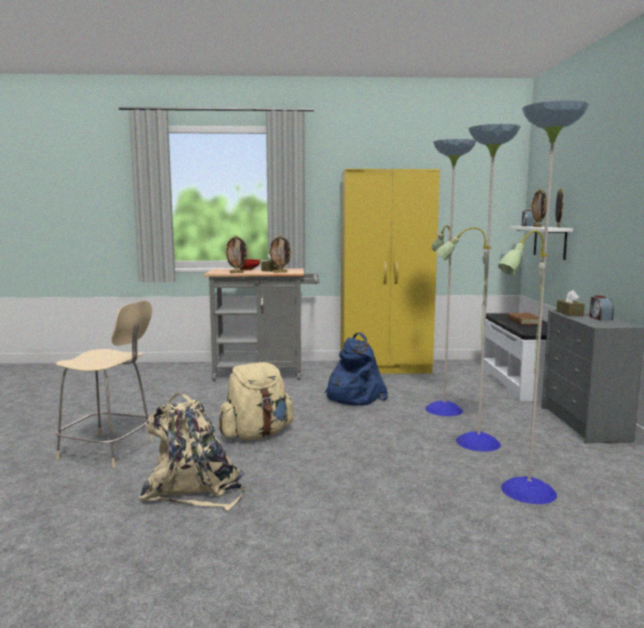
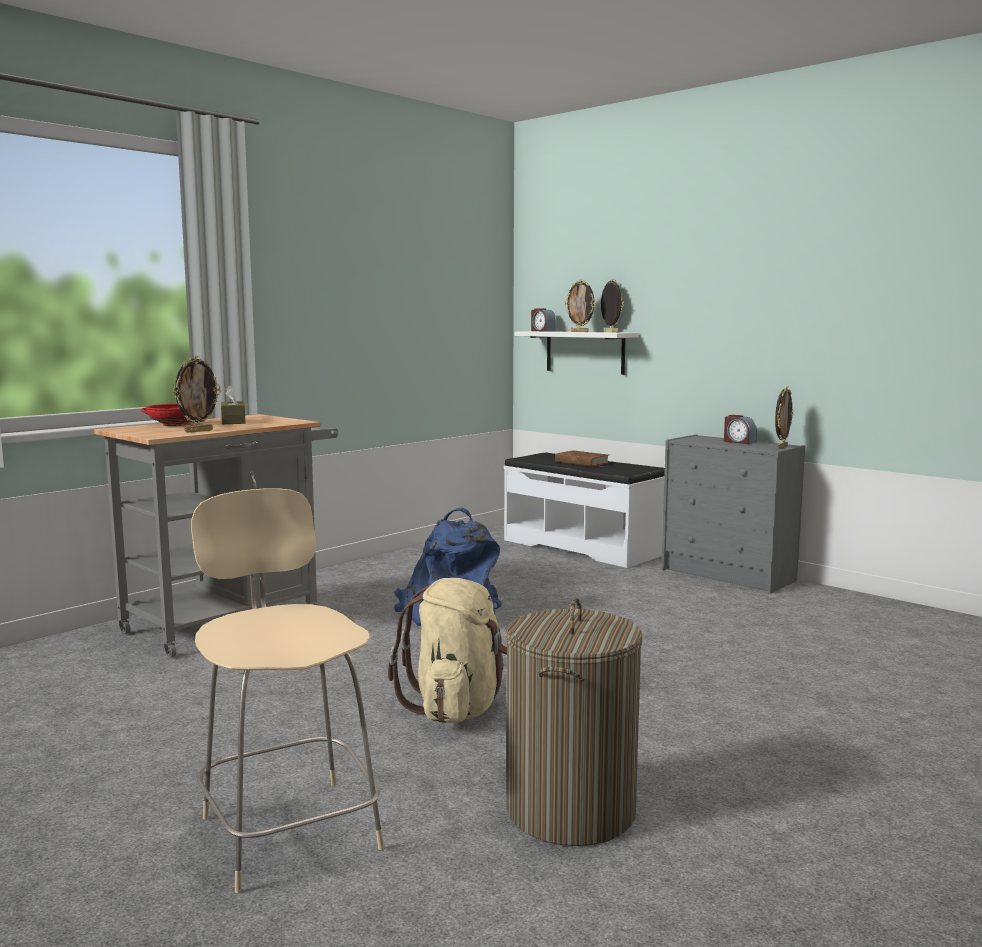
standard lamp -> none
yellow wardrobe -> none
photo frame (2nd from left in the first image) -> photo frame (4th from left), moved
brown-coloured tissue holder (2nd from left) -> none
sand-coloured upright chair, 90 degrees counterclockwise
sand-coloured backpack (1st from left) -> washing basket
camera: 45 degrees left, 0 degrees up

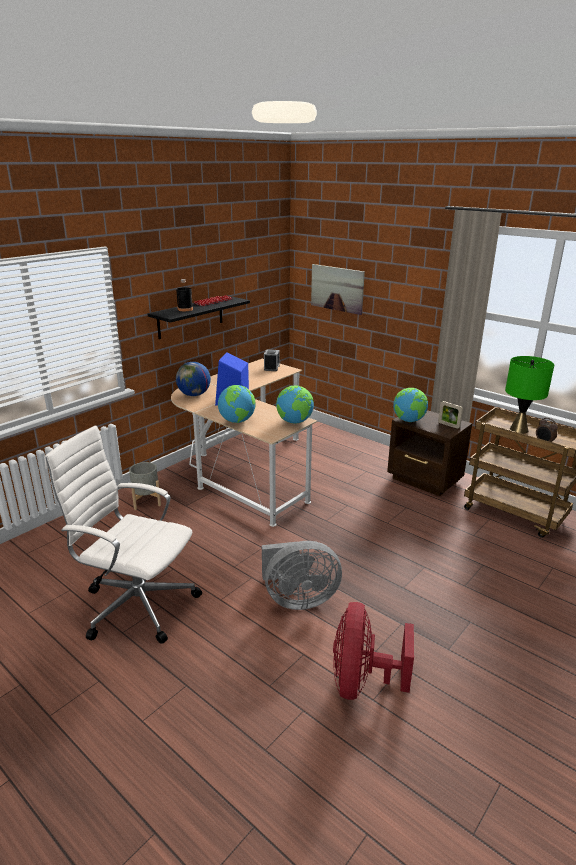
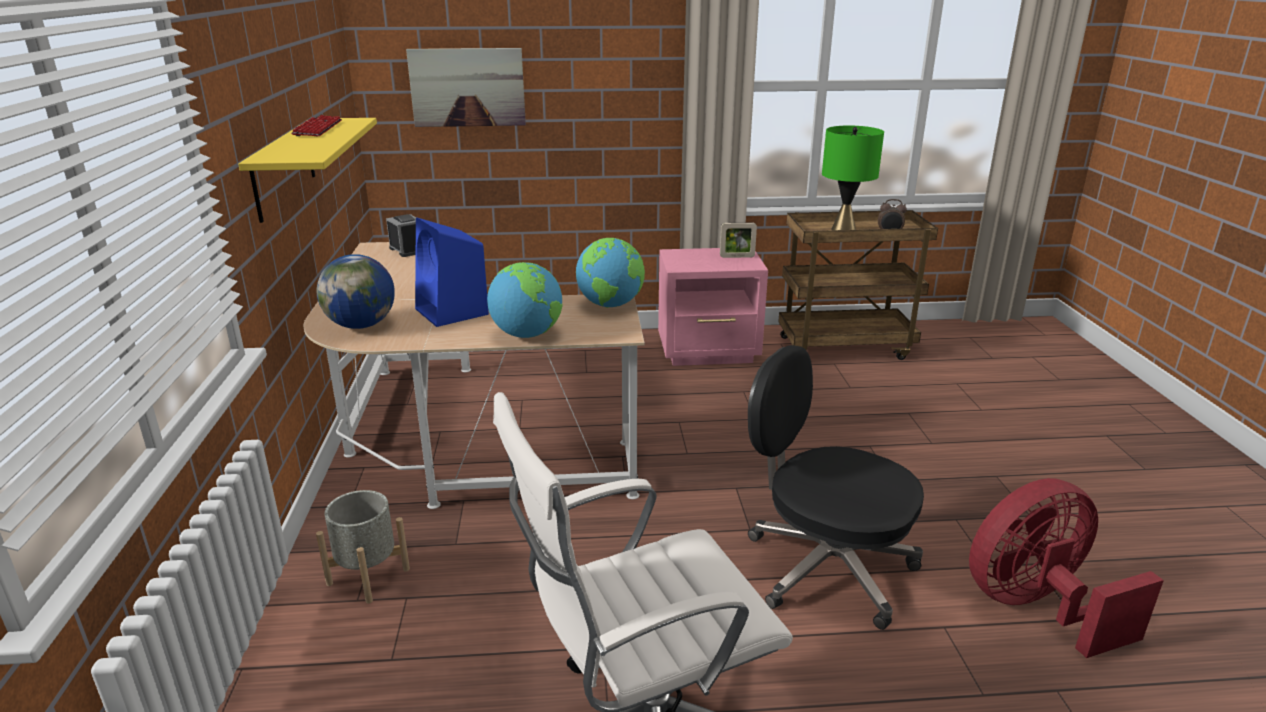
blackish beverage bottle -> none
blackish wall shelf -> yellow wall shelf
globe (4th from left) -> none
brown-coloured night table -> pink night table
greyish cooling fan -> blackish computer chair
red cooling fan, 105 degrees clockwise
camera: 45 degrees left, 0 degrees up

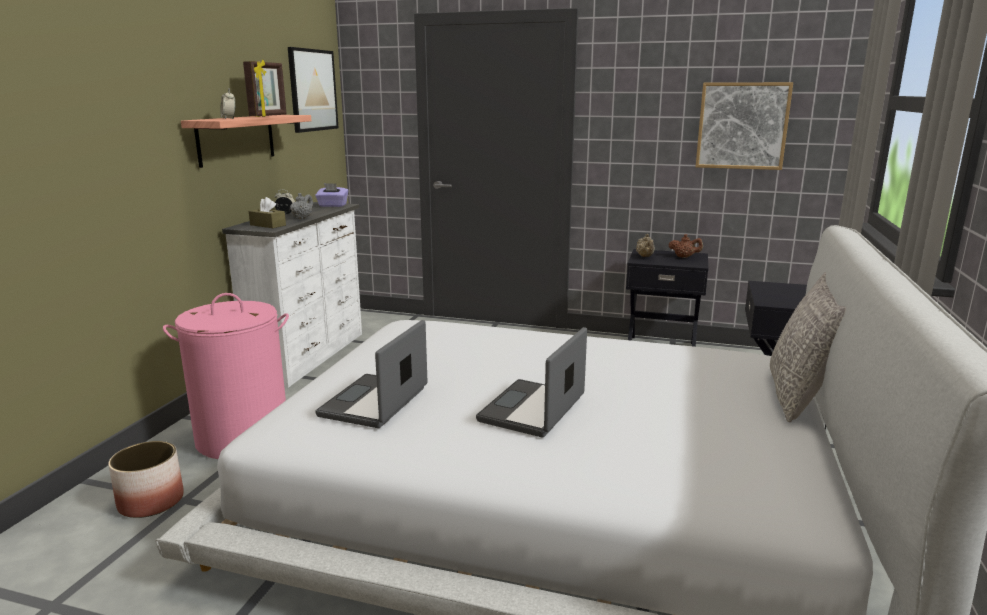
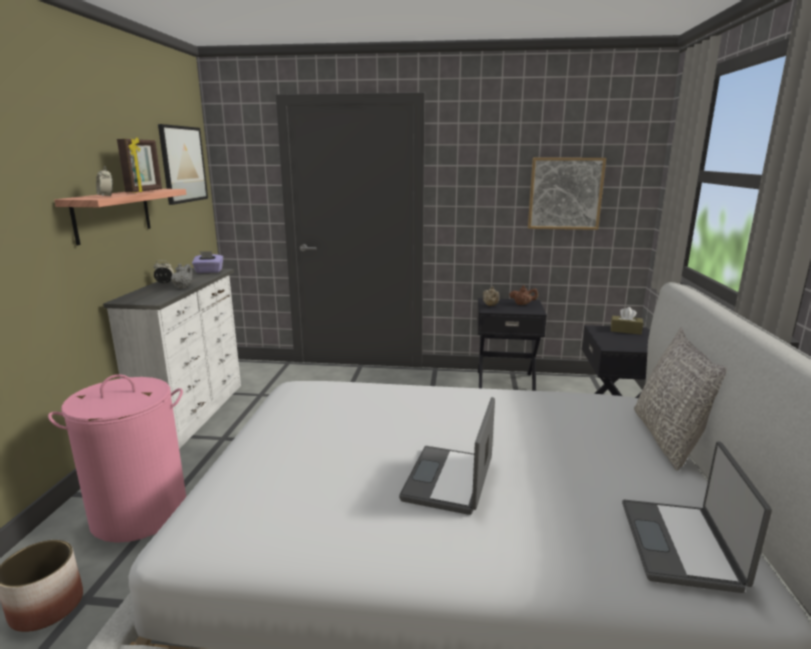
brown-coloured tissue holder, moved
laptop (1st from left in the first image) -> laptop (2nd from left), moved
camera: 10 degrees left, 0 degrees up

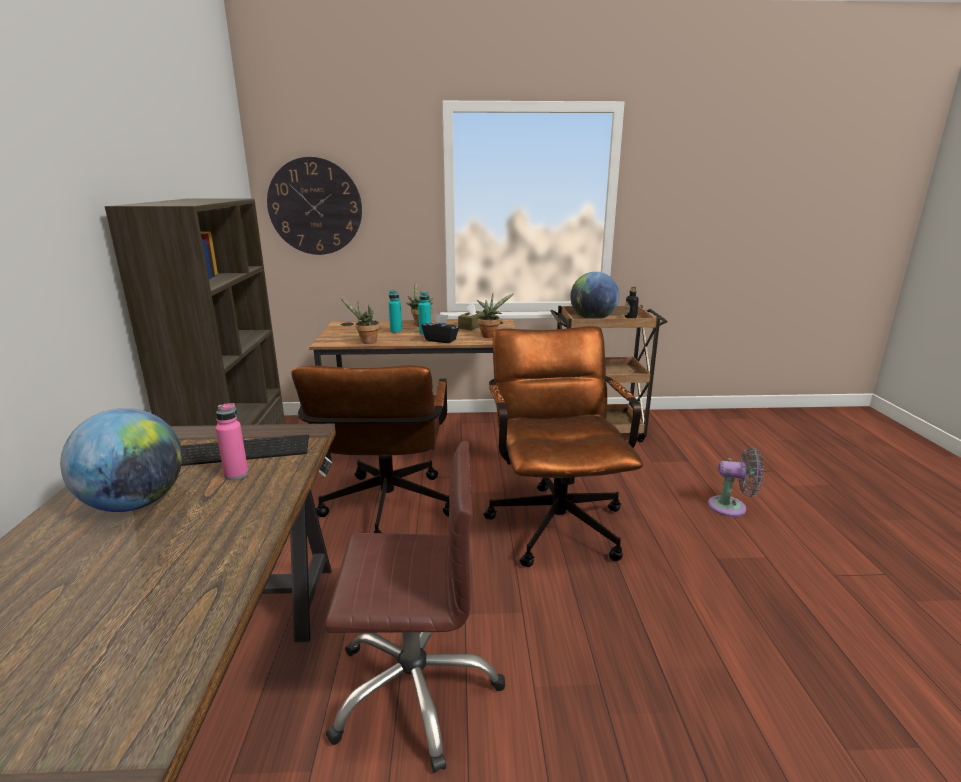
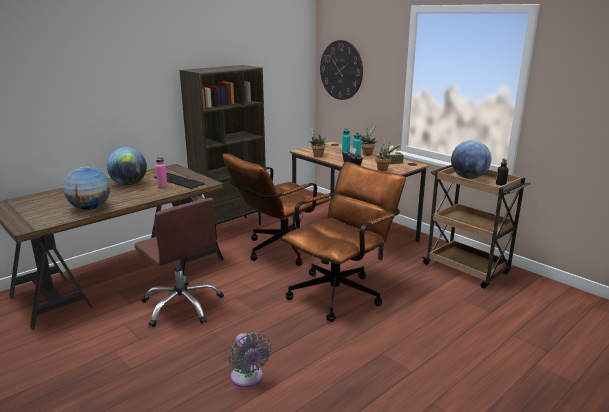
greyish cooling fan, moved
none -> globe (1st from left)
camera: 50 degrees right, 0 degrees up

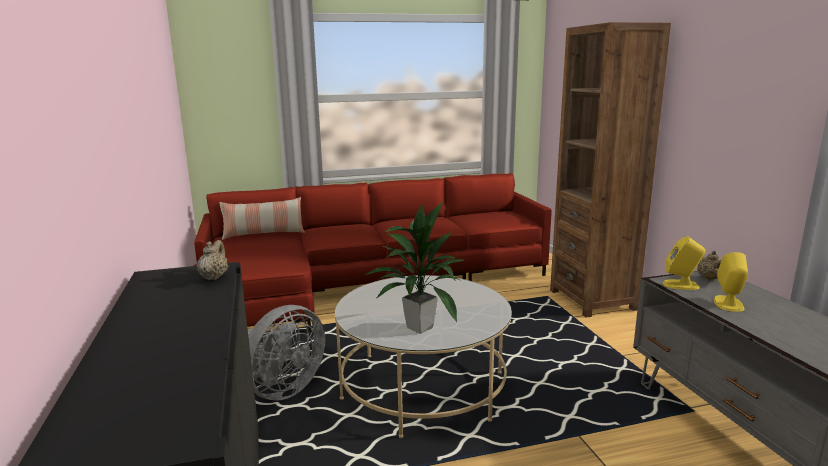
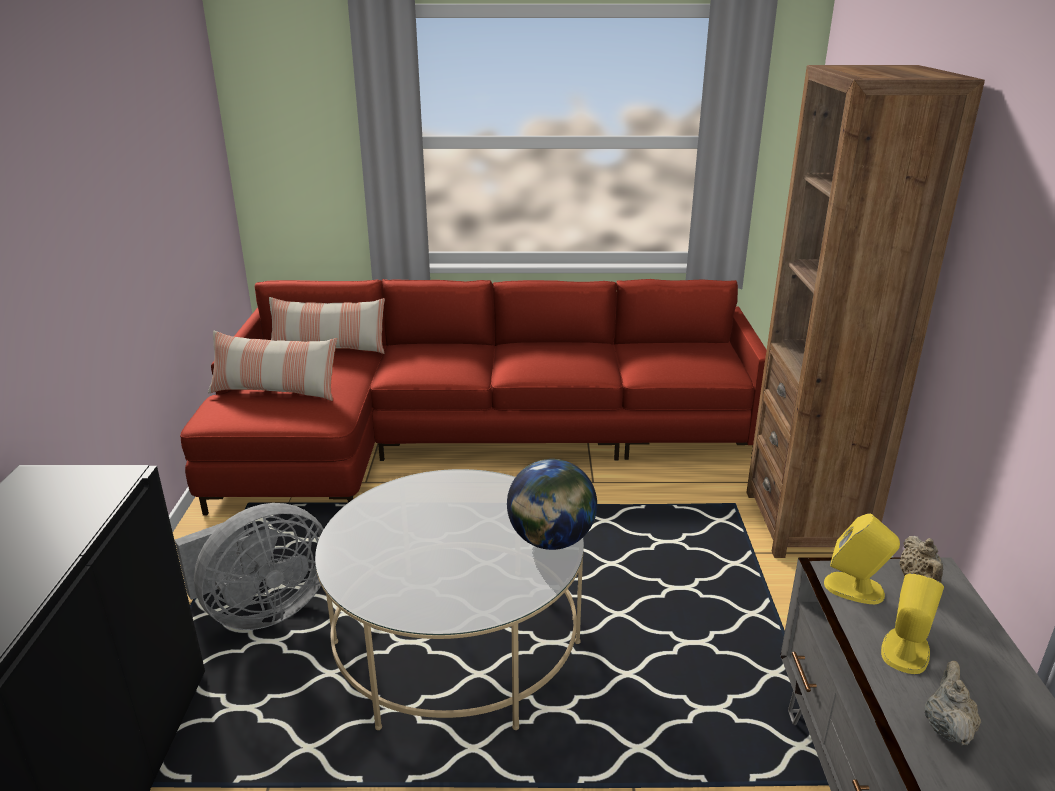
houseplant -> none
sand-coloured teapot (1st from left in the first image) -> sand-coloured teapot (2nd from left), moved
none -> cushion (1st from left)
none -> globe
camera: 15 degrees right, 10 degrees up

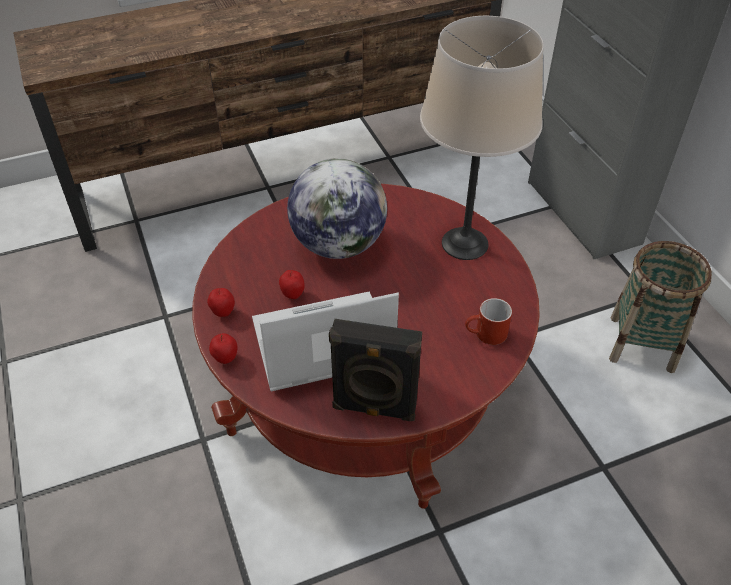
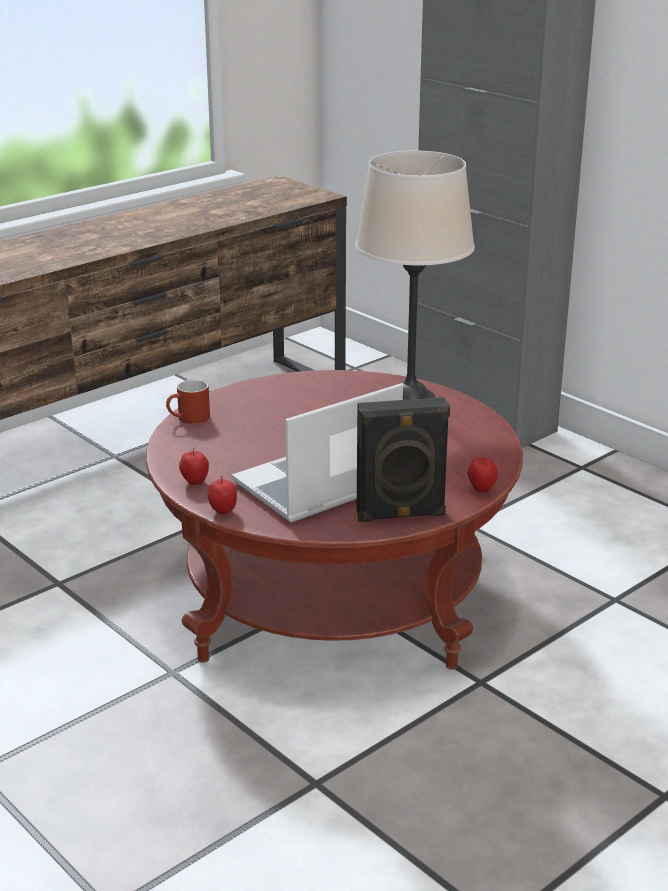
globe -> none
household basket -> none
whole apple (3rd from left), moved
red coffee mug, moved
camera: 20 degrees left, 20 degrees down

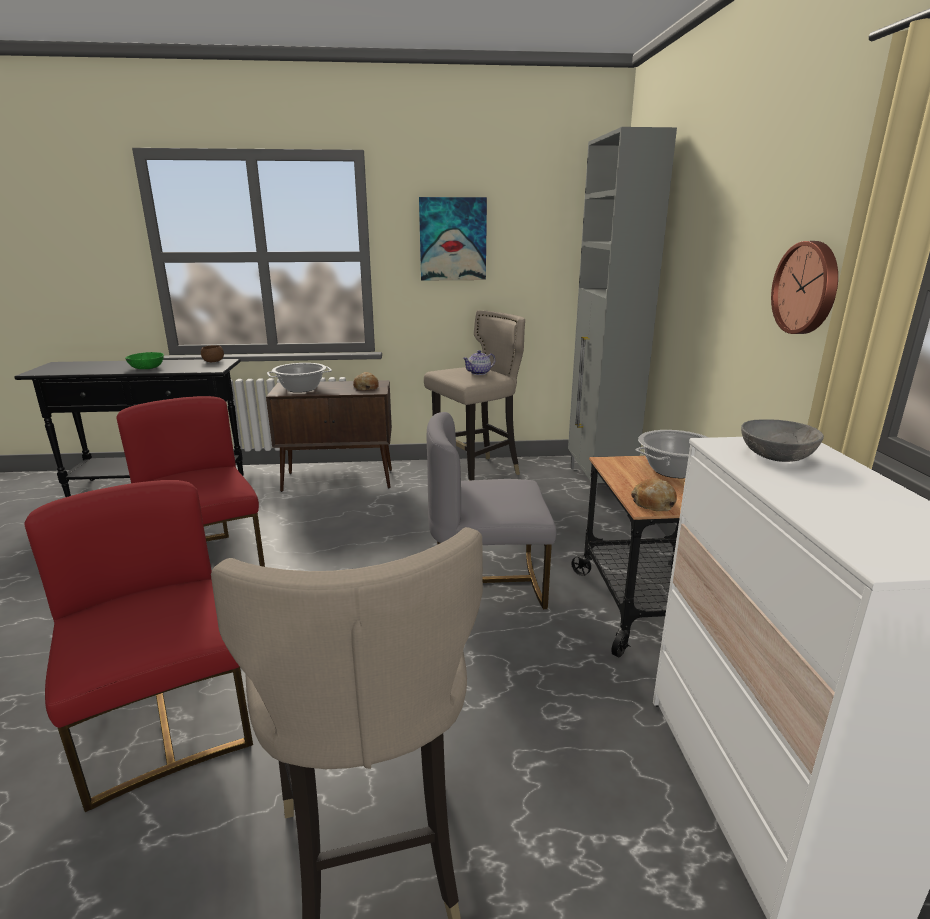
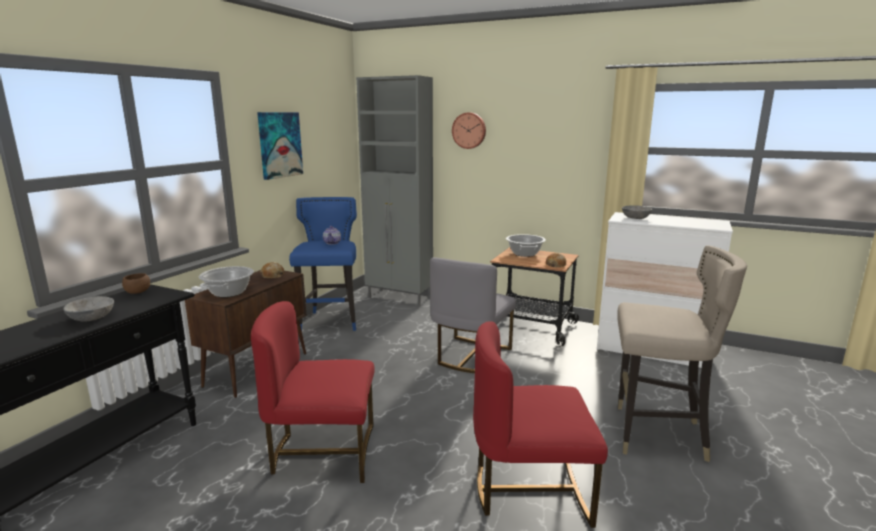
clock on the wall, moved
sand-coloured stool (2nd from left) -> blue-coloured stool
green-coloured serving bowl -> greyish serving bowl (1st from left)
camera: 60 degrees left, 5 degrees down

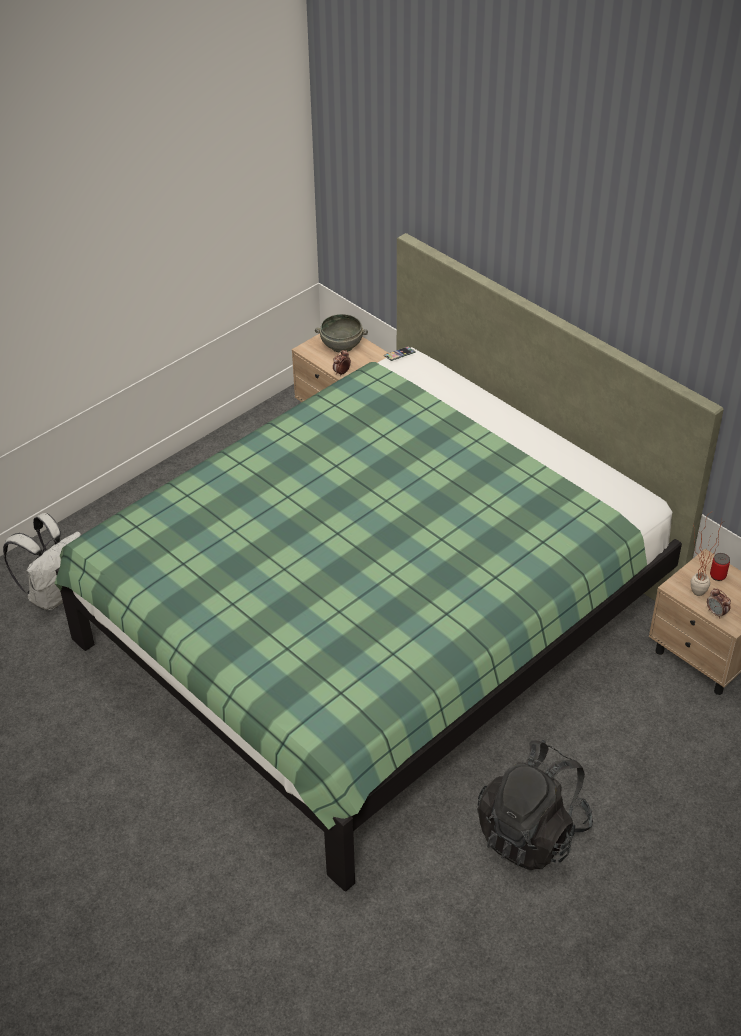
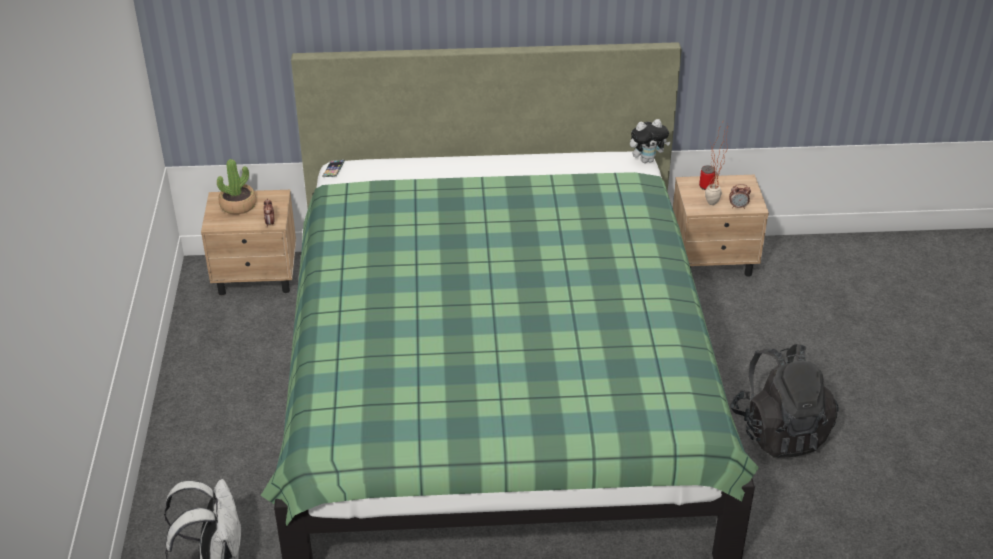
greyish serving bowl -> houseplant (1st from left)
none -> soft toy
camera: 50 degrees left, 5 degrees down

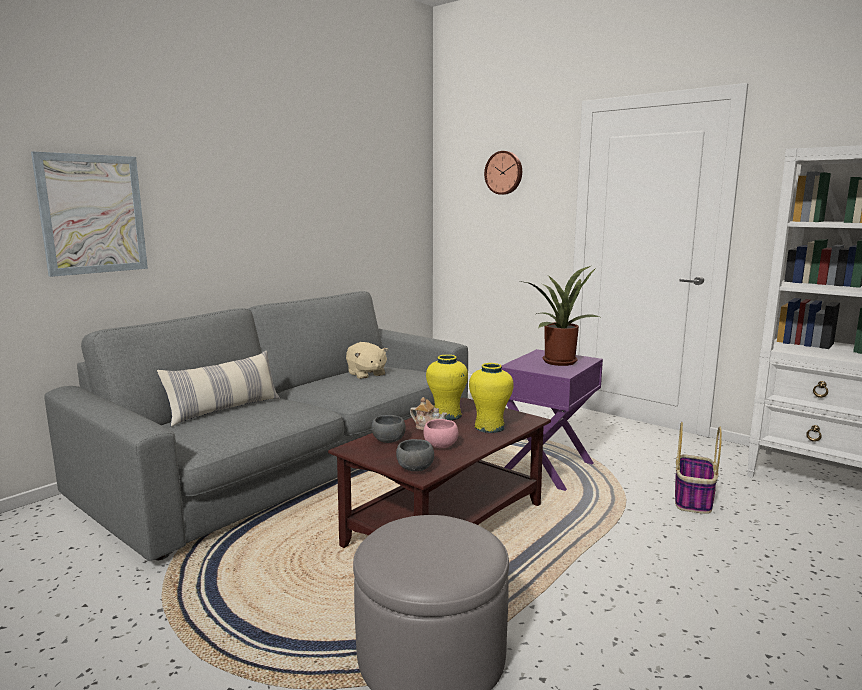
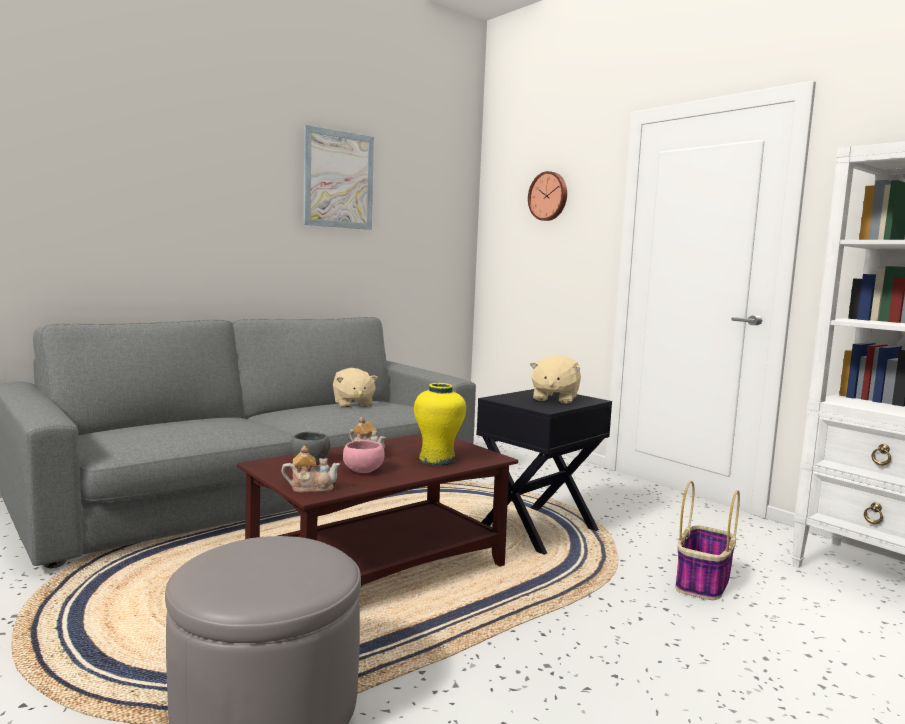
wall art, moved
houseplant -> sand-coloured soft toy (2nd from left)
purple end table -> blackish end table
cushion -> none
yellow flower vase (1st from left) -> none
greyish serving bowl (2nd from left) -> teapot (1st from left)
camera: 10 degrees right, 5 degrees down

